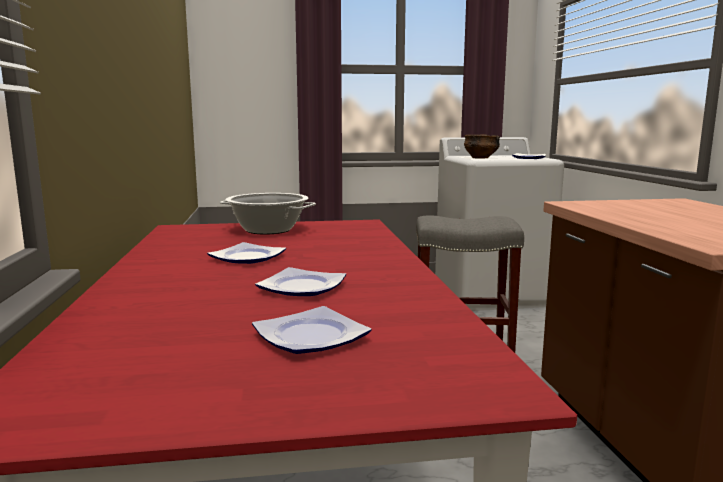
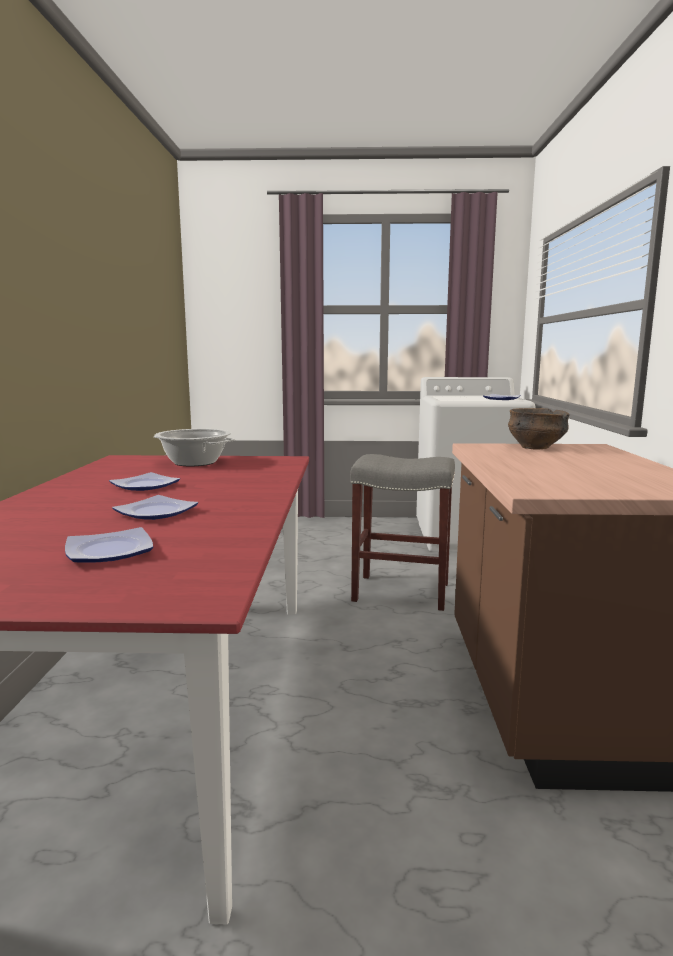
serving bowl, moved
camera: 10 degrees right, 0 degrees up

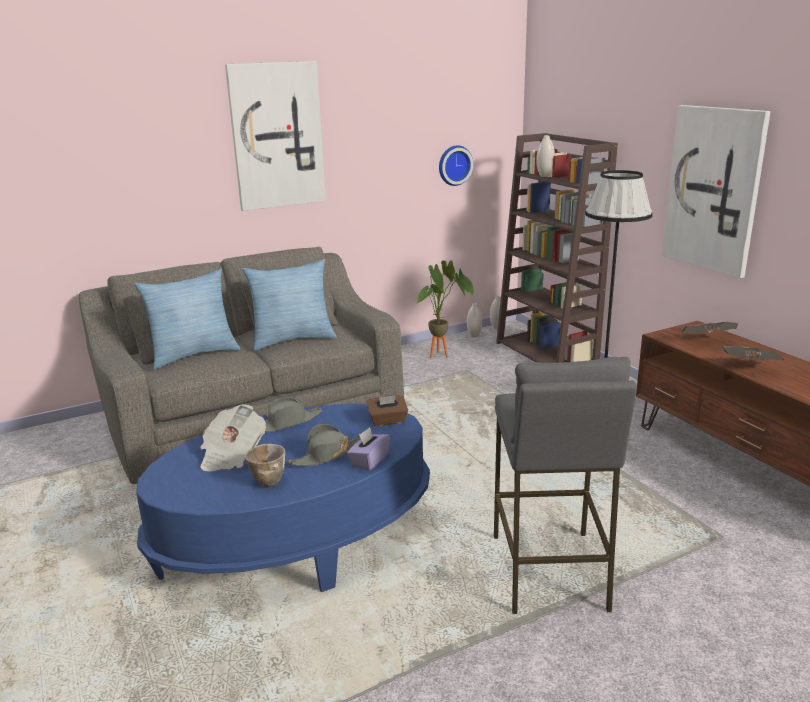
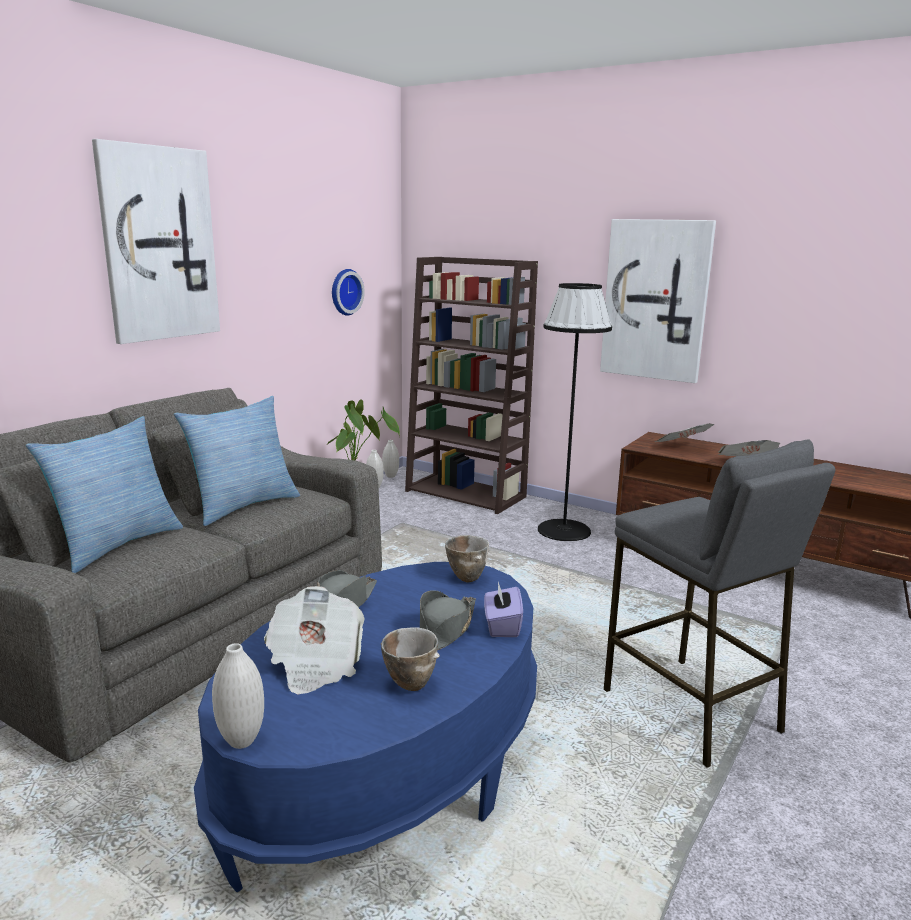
white flower vase (3rd from left in the first image) -> white flower vase (1st from left), moved
brown-coloured tissue holder -> serving bowl (2nd from left)
camera: 30 degrees left, 5 degrees down

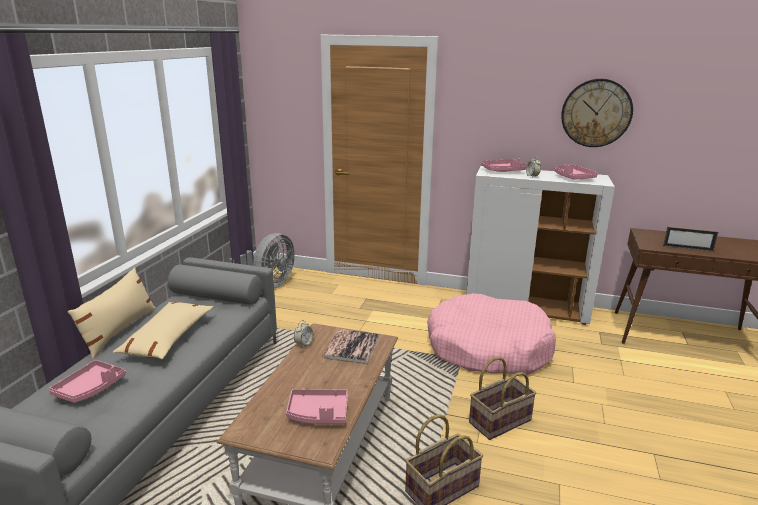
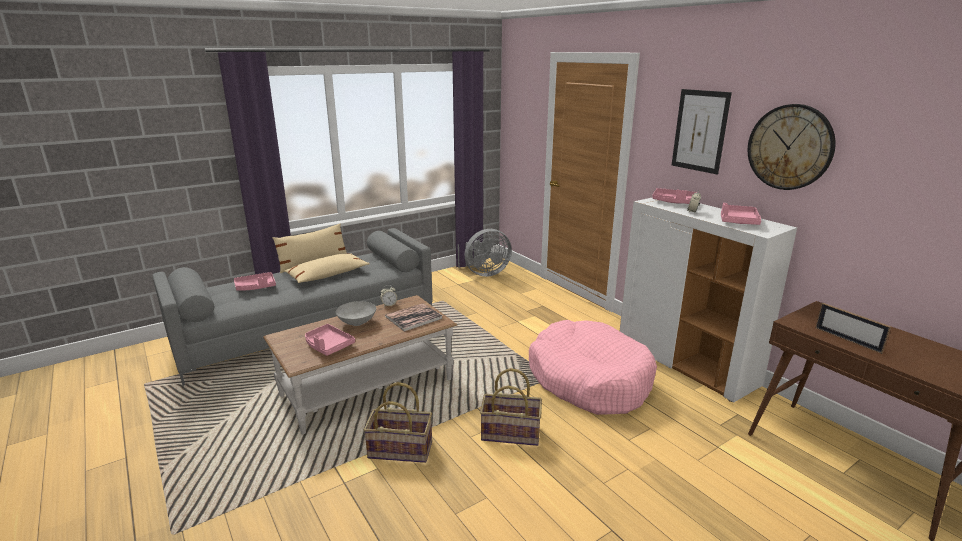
none -> wall art
none -> greyish serving bowl
camera: 40 degrees right, 0 degrees up

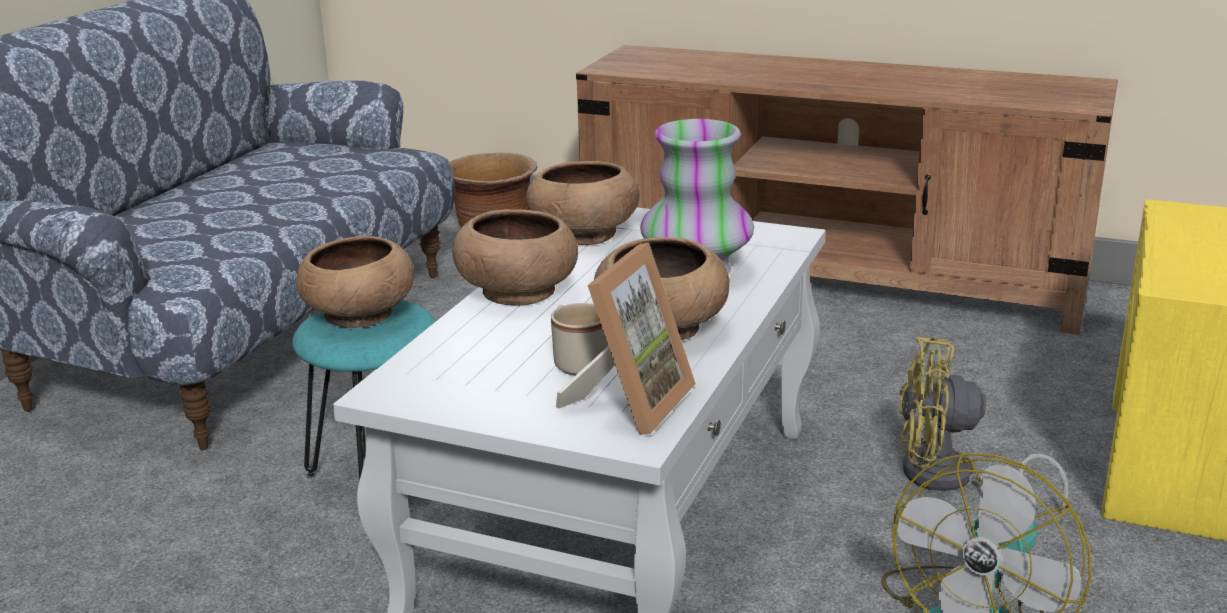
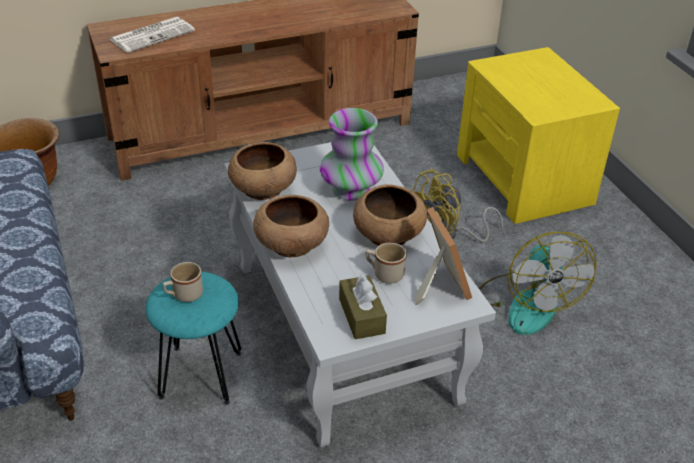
brown-coloured serving bowl (1st from left) -> sand-coloured coffee mug (1st from left)
none -> newspaper
none -> brown-coloured tissue holder
camera: 45 degrees left, 15 degrees up

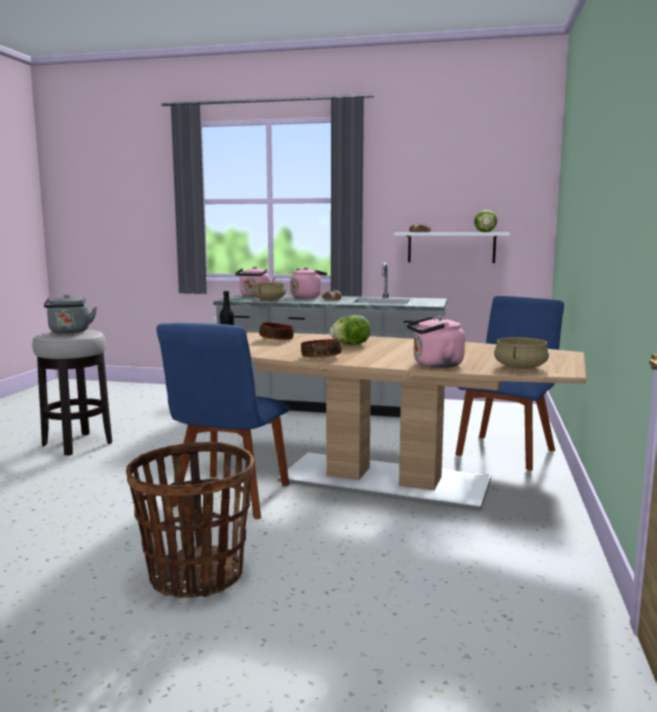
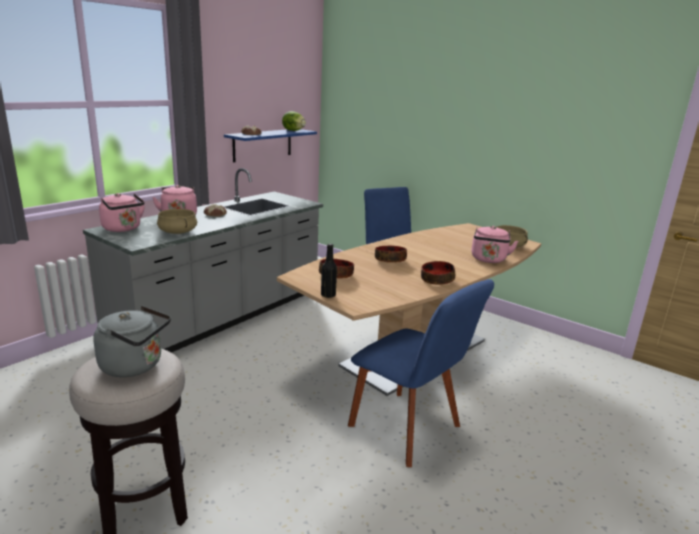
white wall shelf -> blue-coloured wall shelf
head of lettuce (1st from left) -> serving bowl (2nd from left)
household basket -> none
camera: 65 degrees left, 10 degrees up

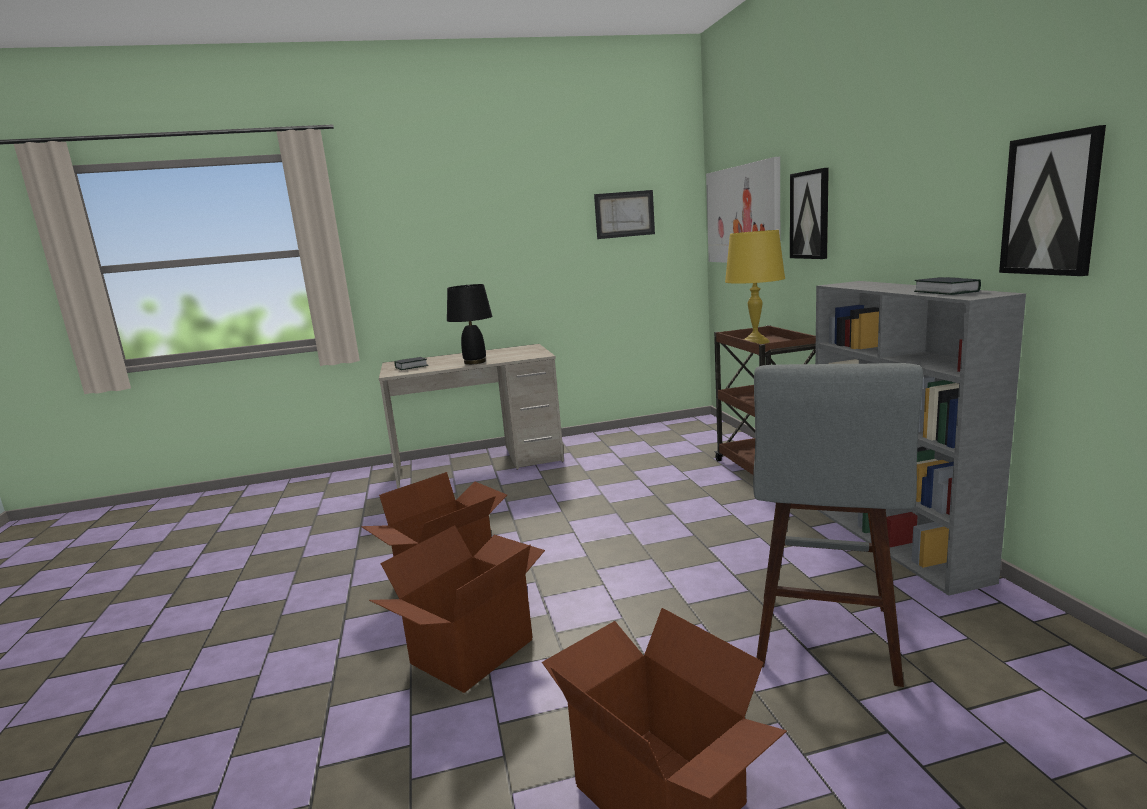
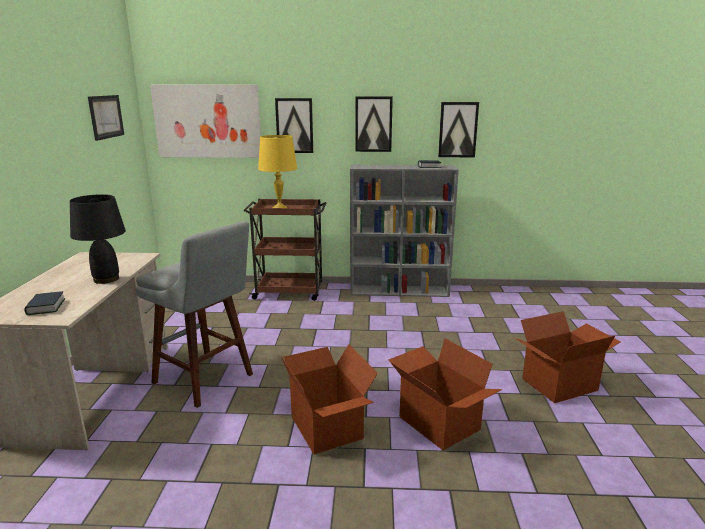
greyish stool, moved
none -> wall art (4th from left)
camera: 75 degrees left, 5 degrees up

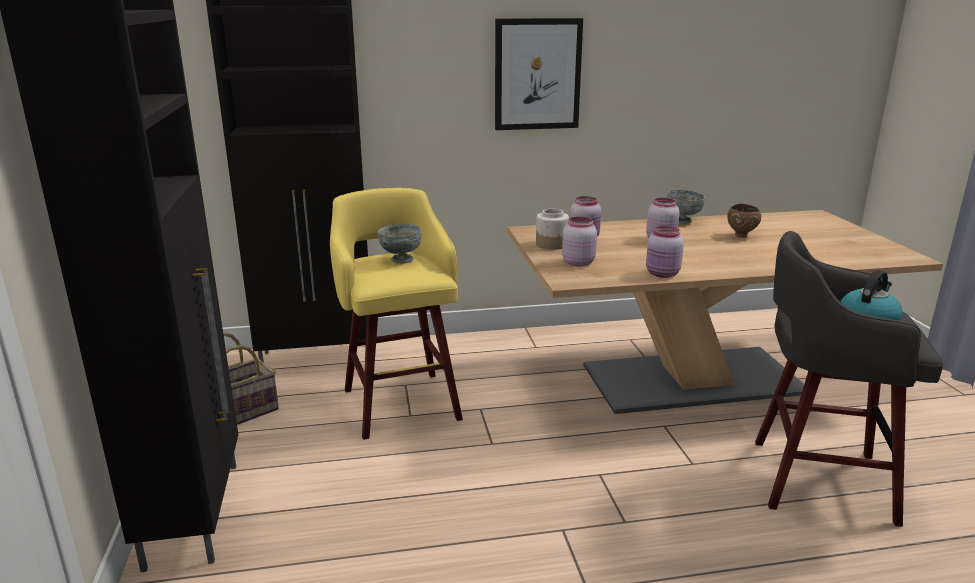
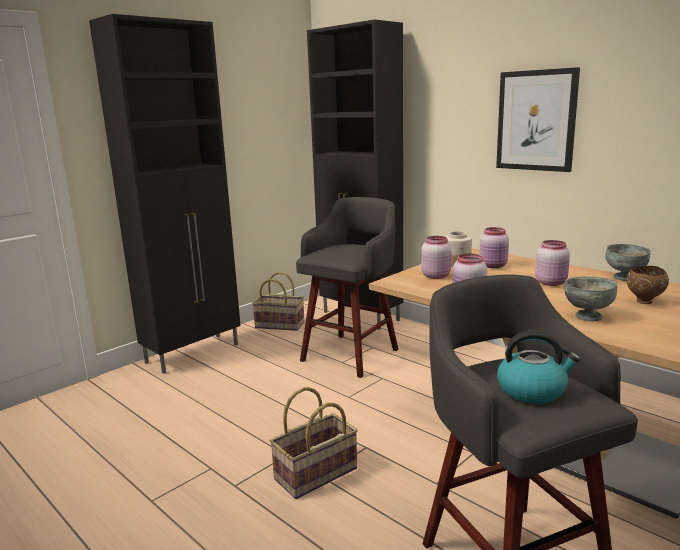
yellow stool -> greyish stool (1st from left)
greyish serving bowl (1st from left), moved
none -> household basket (2nd from left)
camera: 55 degrees right, 5 degrees down

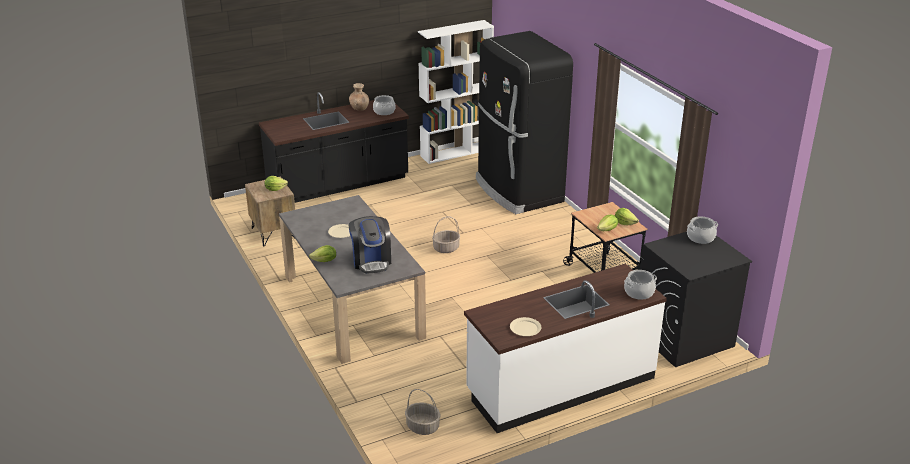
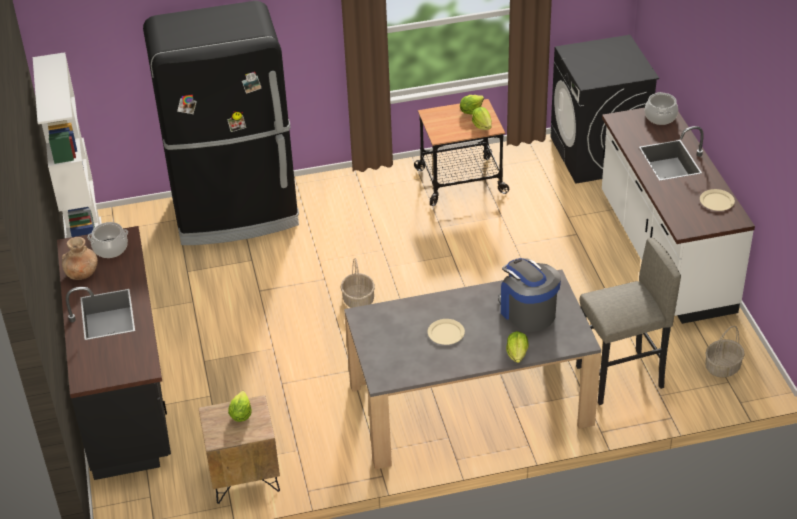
coffee machine, 120 degrees counterclockwise
stockpot (3rd from left) -> none
none -> greyish stool
camera: 75 degrees left, 10 degrees up

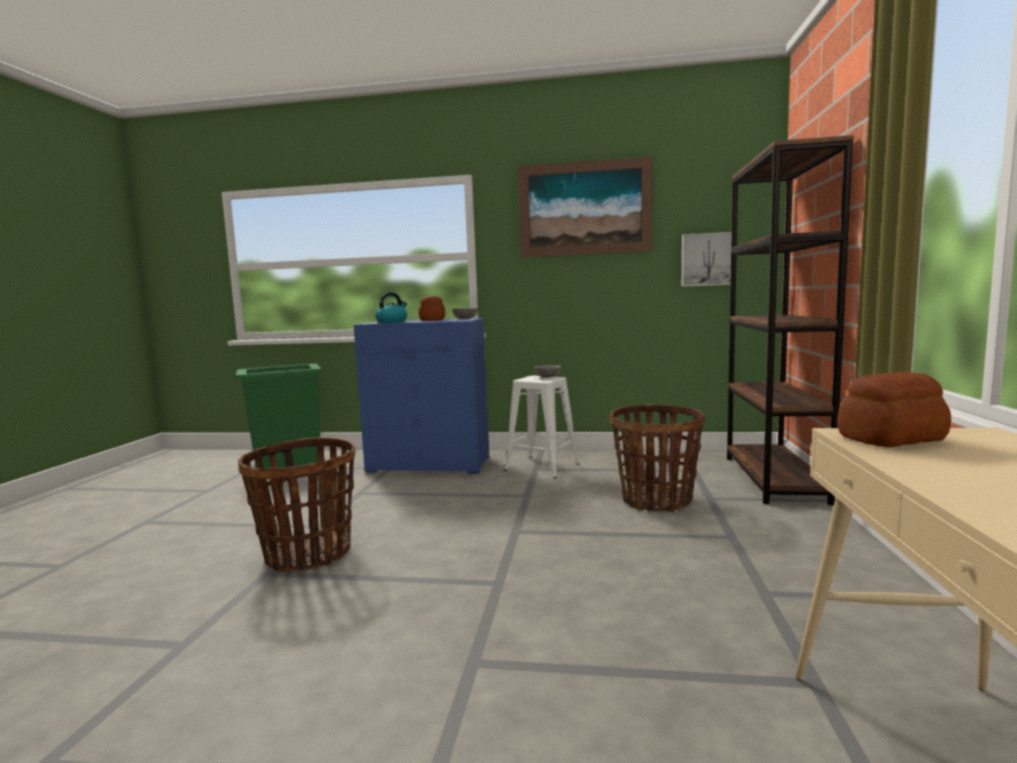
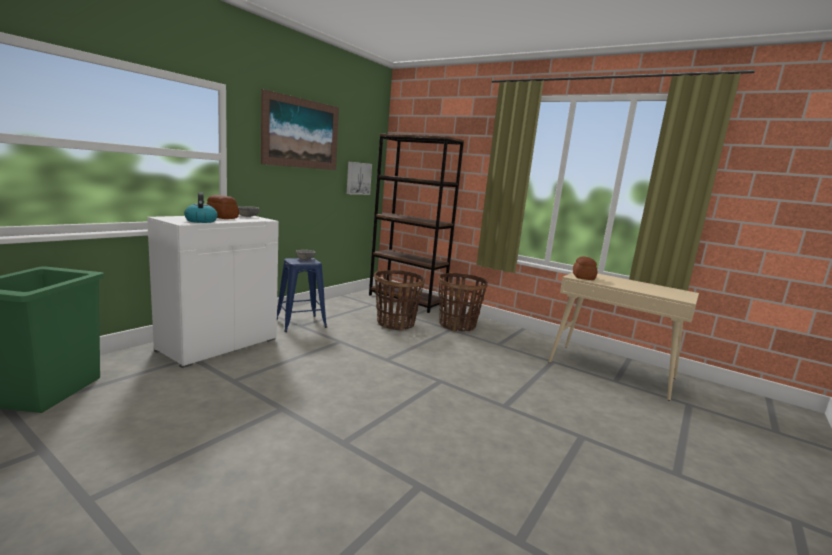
blue-coloured cupboard -> white cupboard
white stool -> blue-coloured stool
household basket (1st from left in the first image) -> household basket (2nd from left), moved
camera: 65 degrees left, 5 degrees up

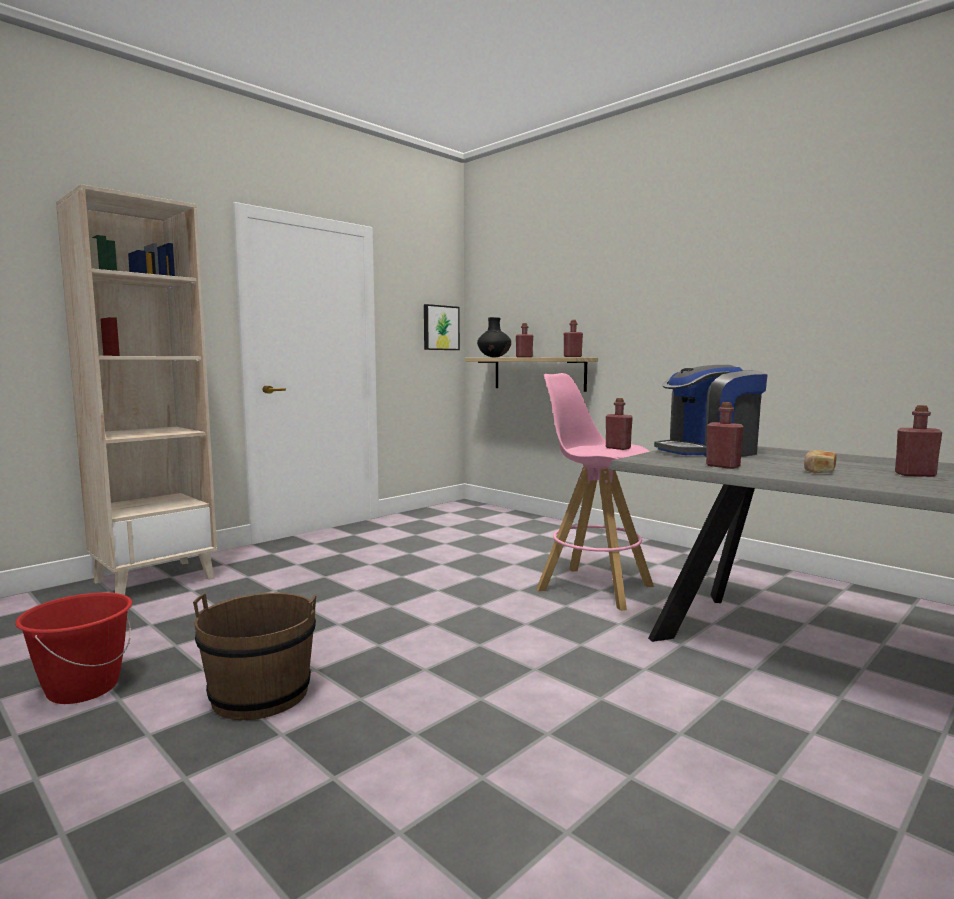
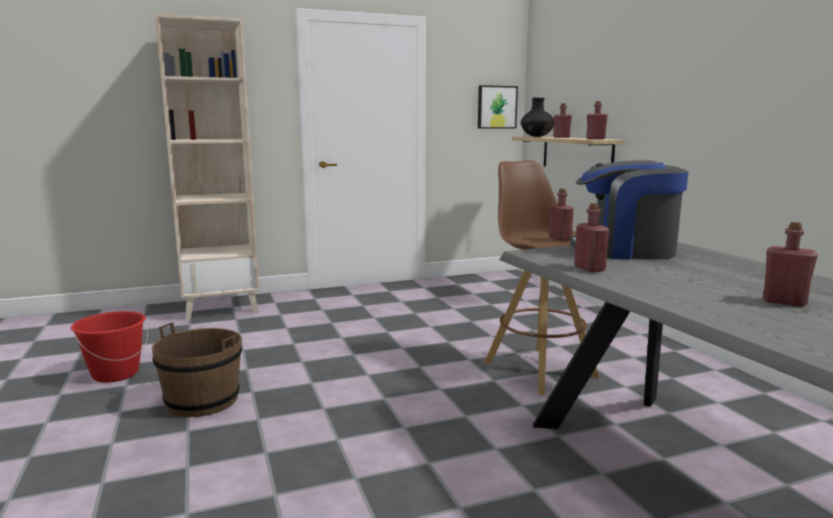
pink stool -> brown-coloured stool
bakery bread -> none
camera: 25 degrees right, 5 degrees up

